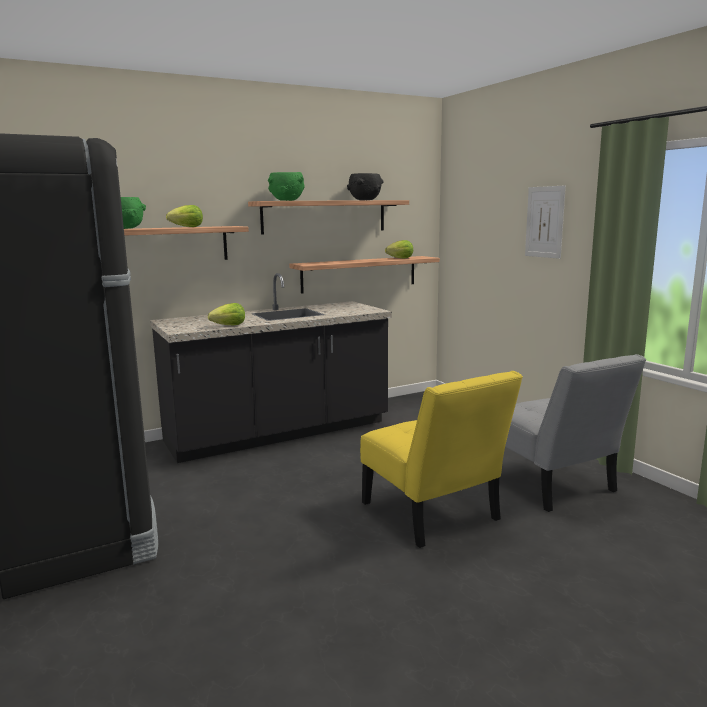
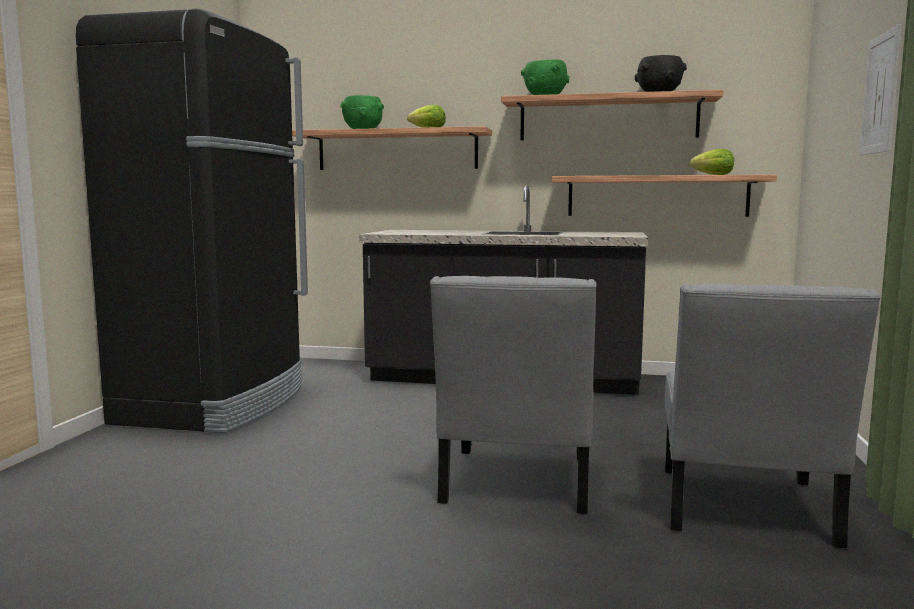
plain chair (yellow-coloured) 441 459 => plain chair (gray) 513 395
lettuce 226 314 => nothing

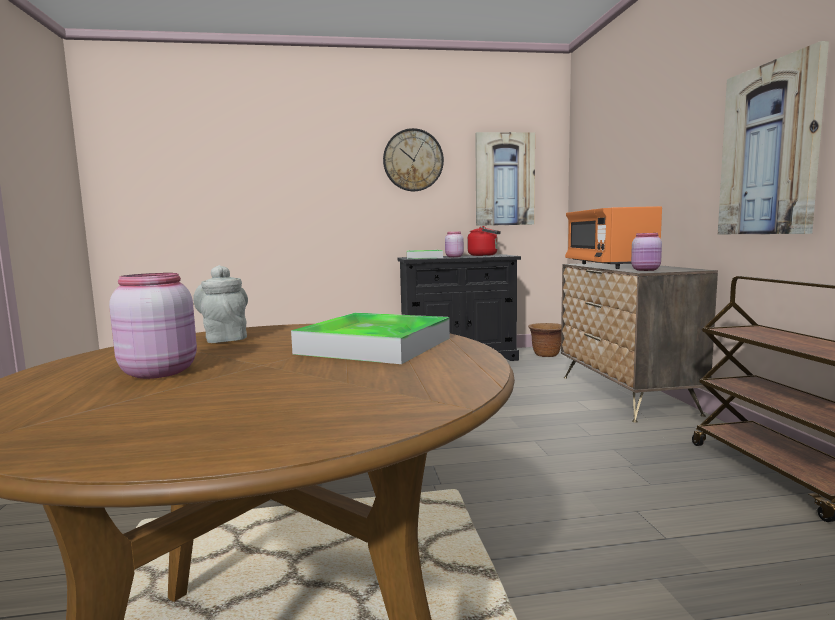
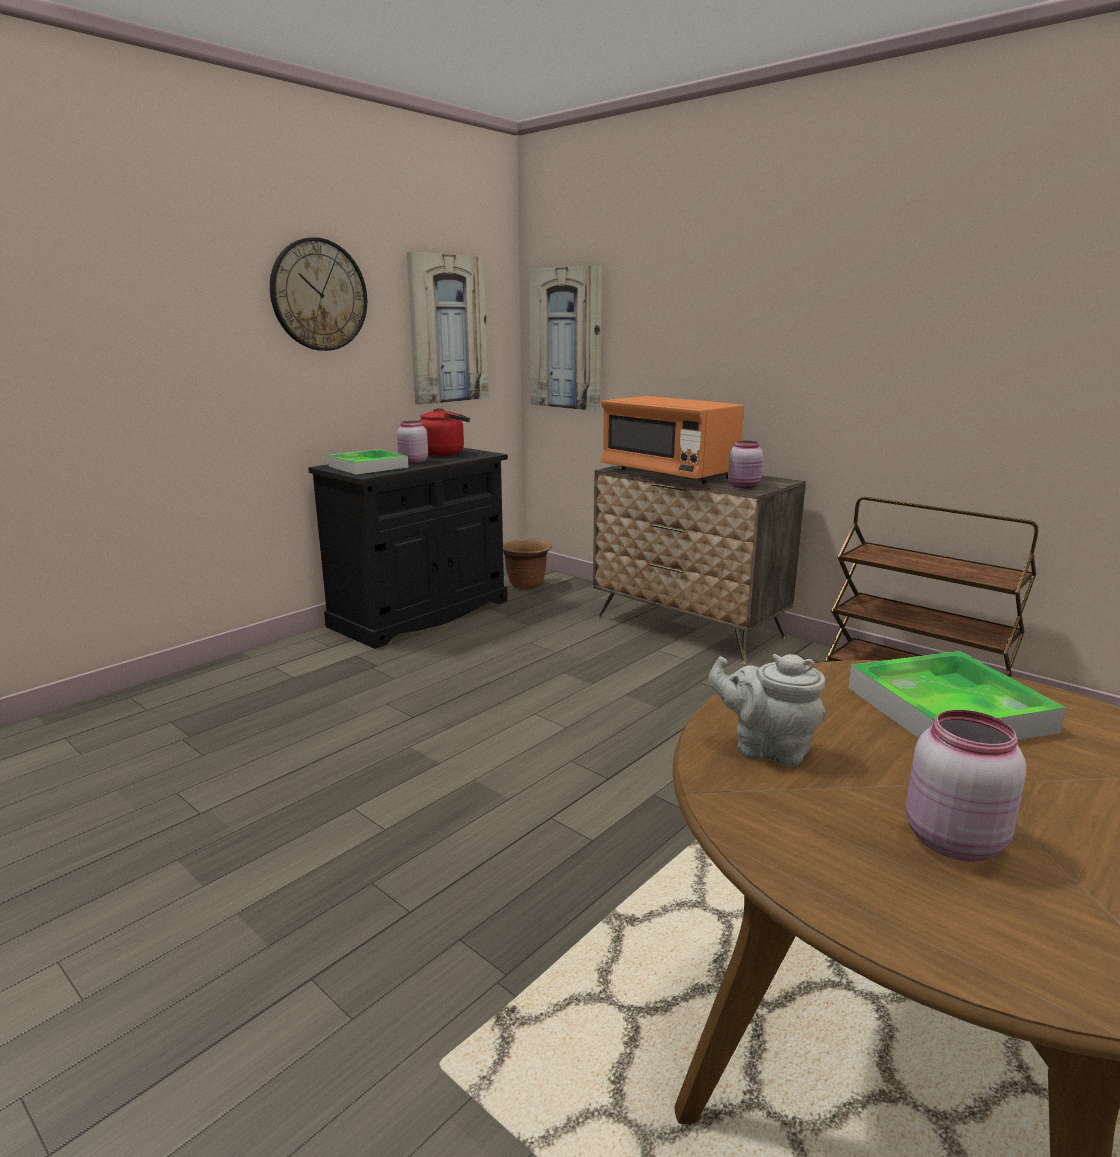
picture 773 137 => picture 565 338, relocated

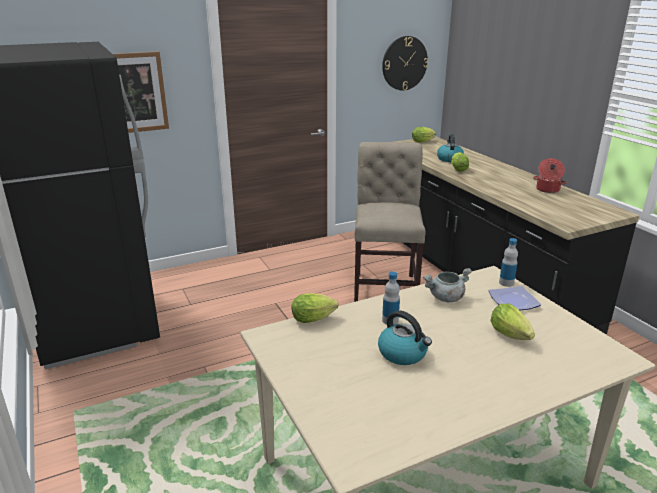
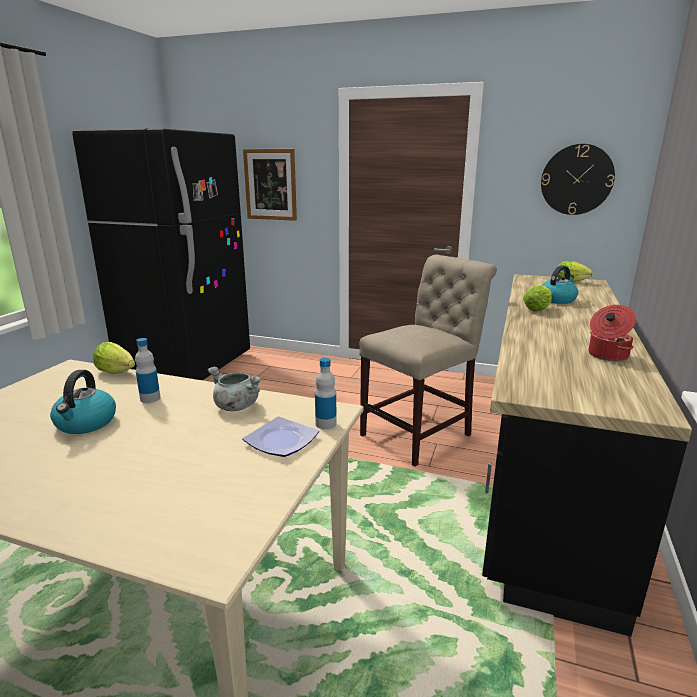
lettuce 512 322 => nothing

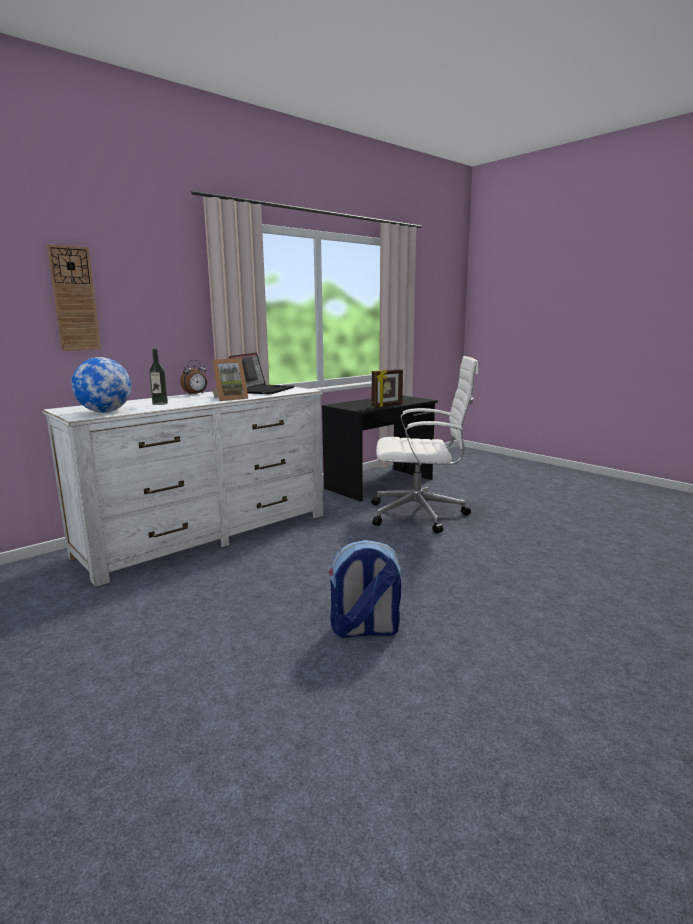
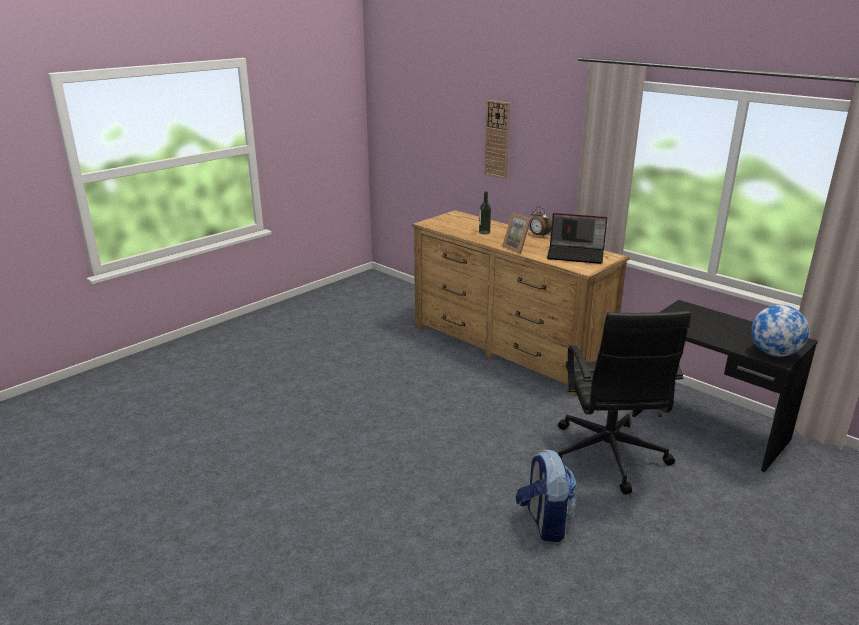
drawer chest (white) 182 485 => drawer chest (brown) 521 303
rucksack 365 589 => rucksack 546 496, relocated
computer chair (white) 425 445 => computer chair (black-coloured) 624 402
globe 101 385 => globe 780 331, relocated
standing frame 387 388 => nothing

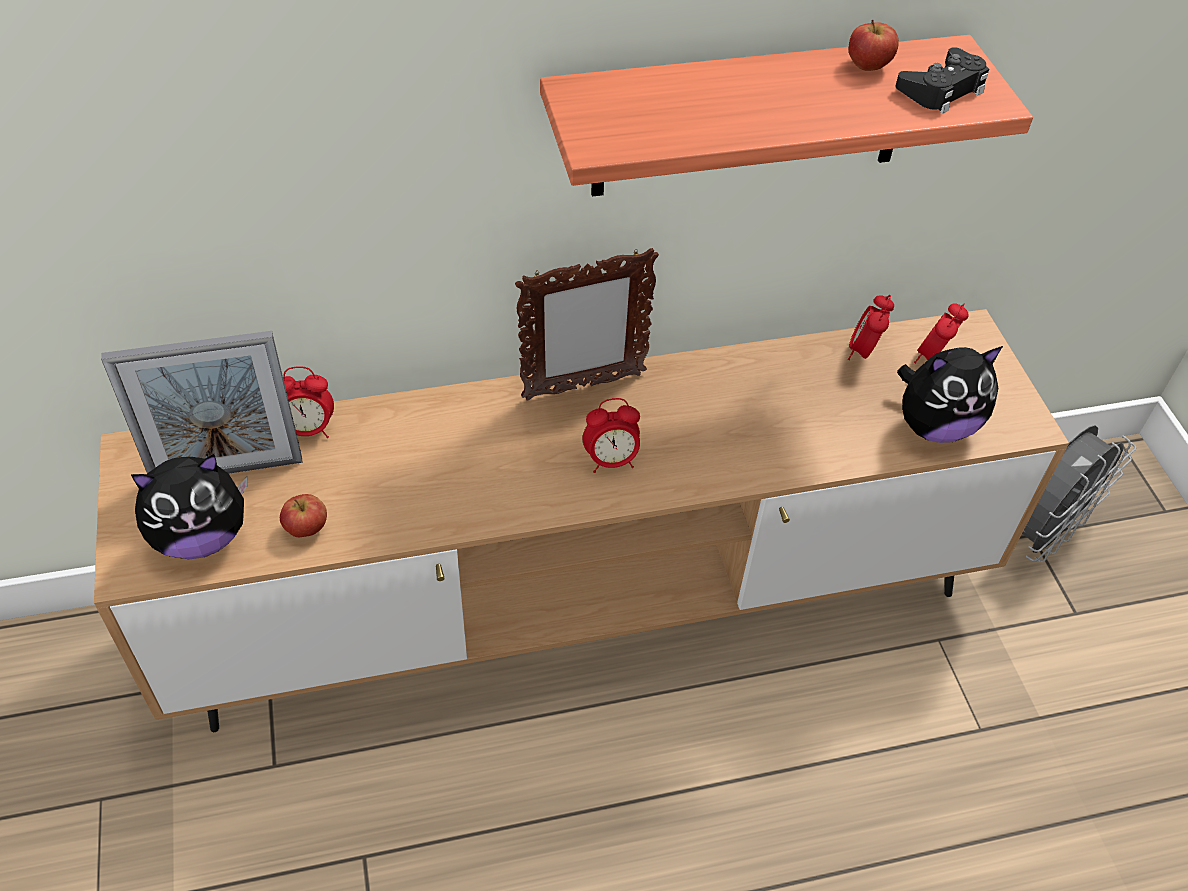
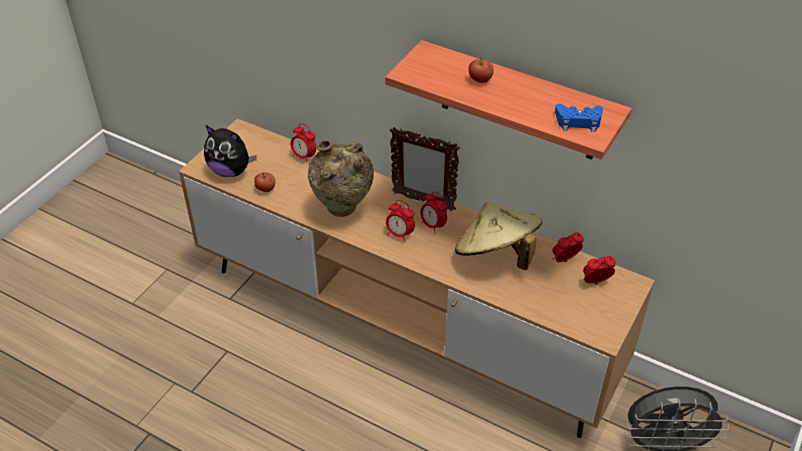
nothing => decorative vase (sand-coloured) 341 178
nothing => alarm clock 434 212
nothing => wearable hat (sand-coloured) 498 236
apple fruit 874 45 => apple fruit 481 70, relocated
game controller (black-coloured) 942 80 => game controller (blue) 579 118
standing frame 202 402 => nothing
plush toy 950 394 => nothing

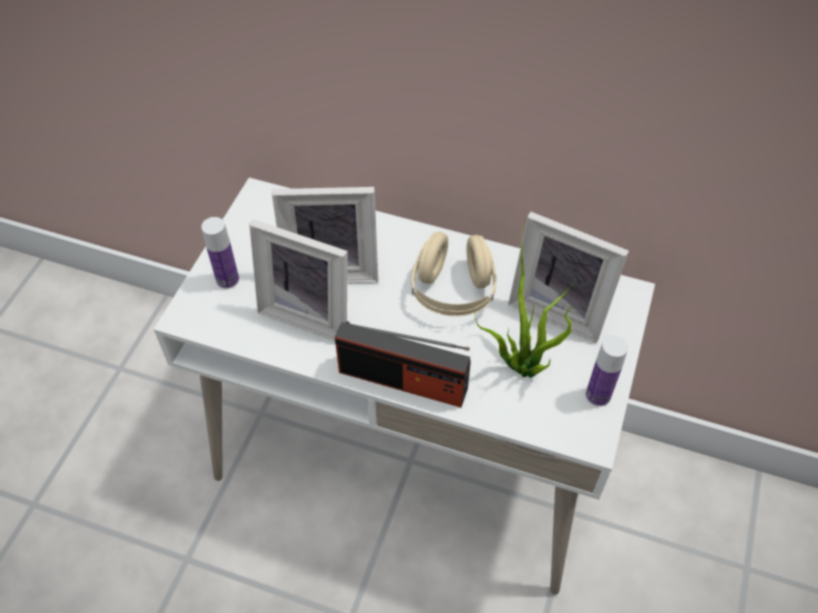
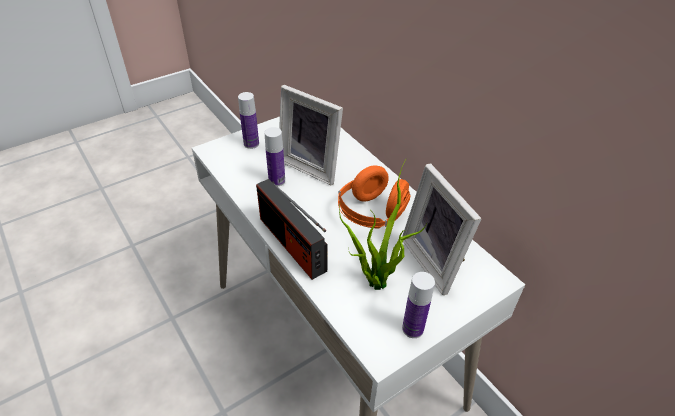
standing frame 298 280 => drink bottle 274 156
headset (sand-coloured) 454 274 => headset (orange-coloured) 374 197

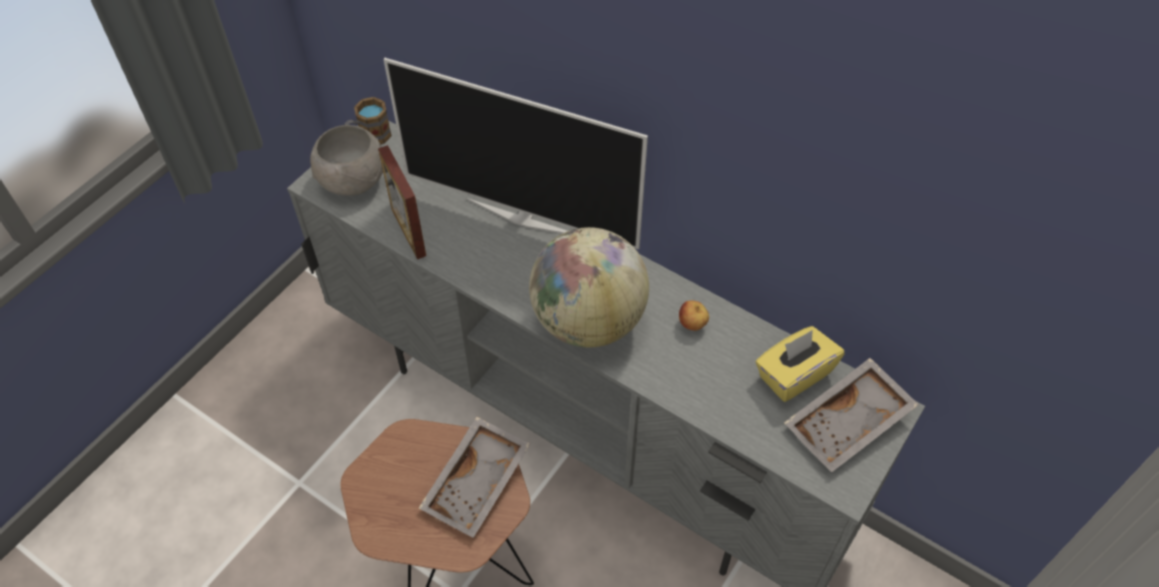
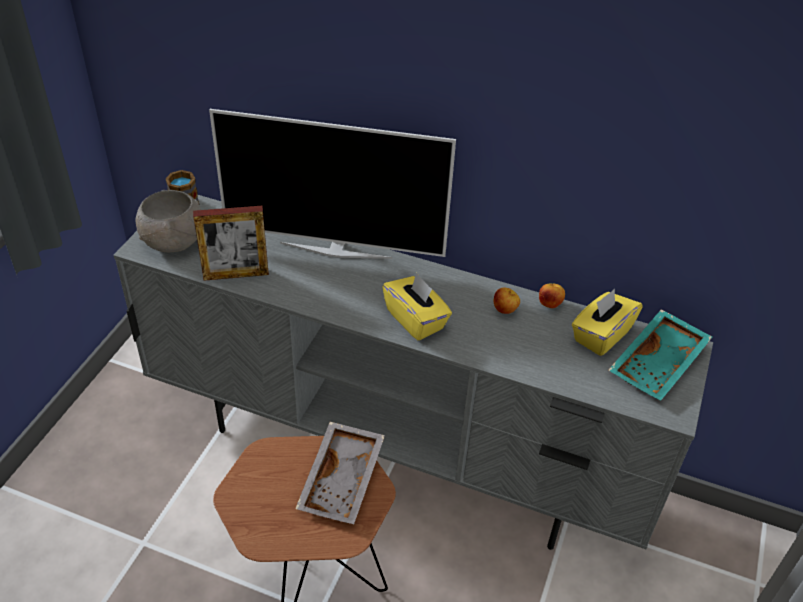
standing frame 402 202 => standing frame 231 243, 60 degrees counterclockwise
globe 589 287 => tissue box (yellow-coloured) 417 307
nothing => apple fruit 552 296
serving tray (gray) 851 415 => serving tray (turquoise) 660 355

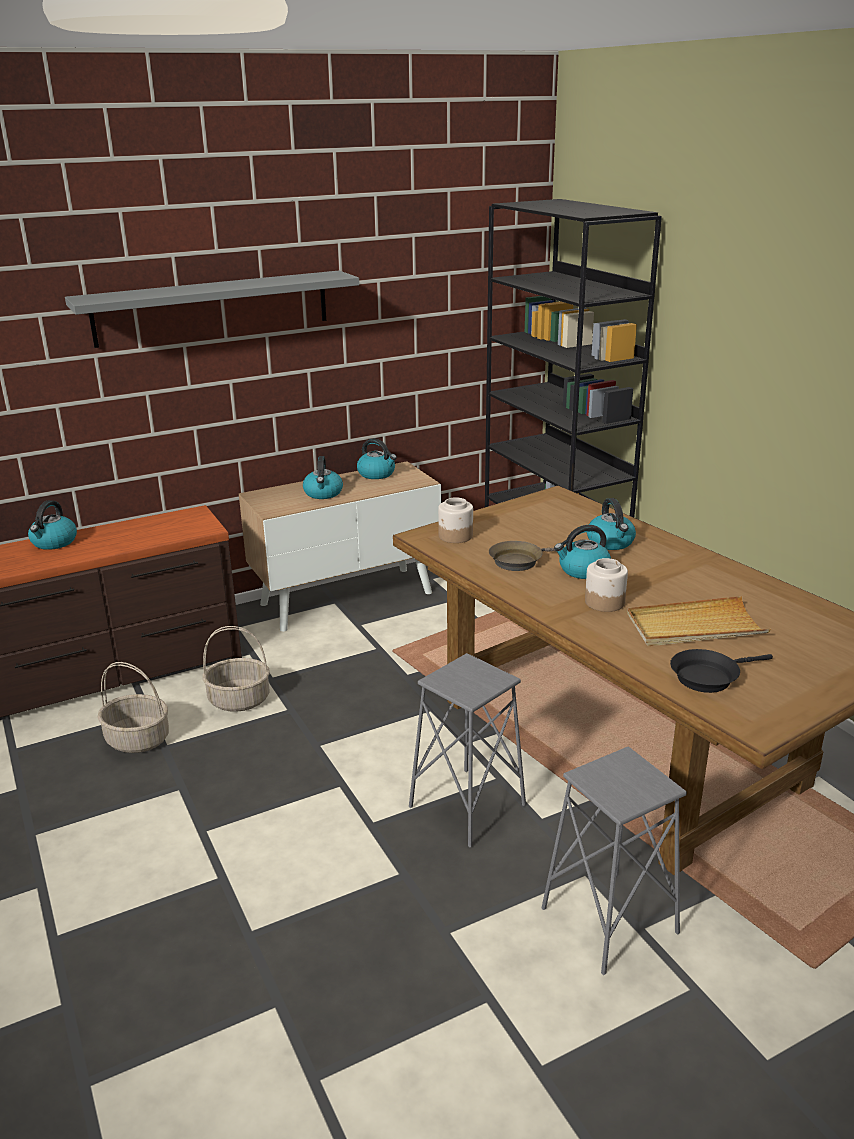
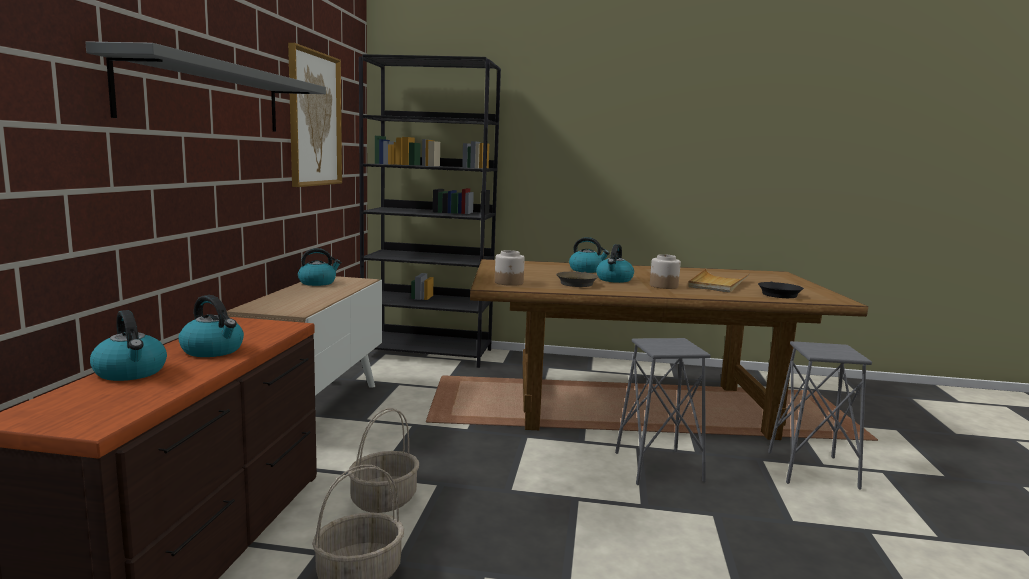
tea kettle 323 477 => tea kettle 211 326, relocated
nothing => picture 315 115

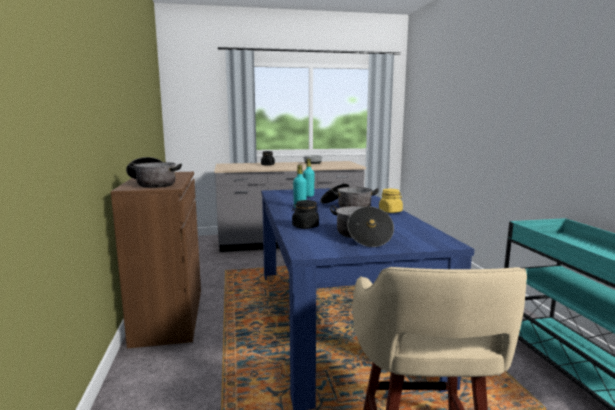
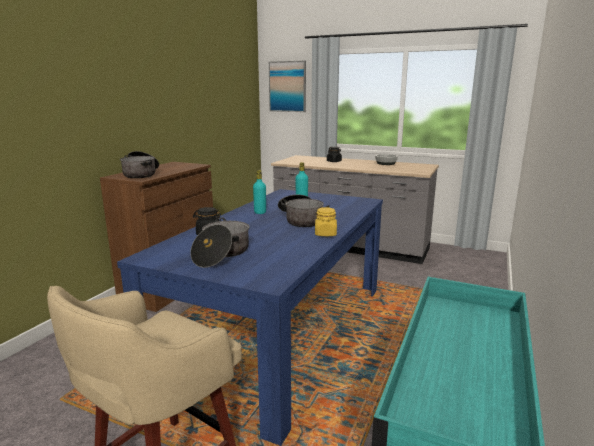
nothing => picture 287 86

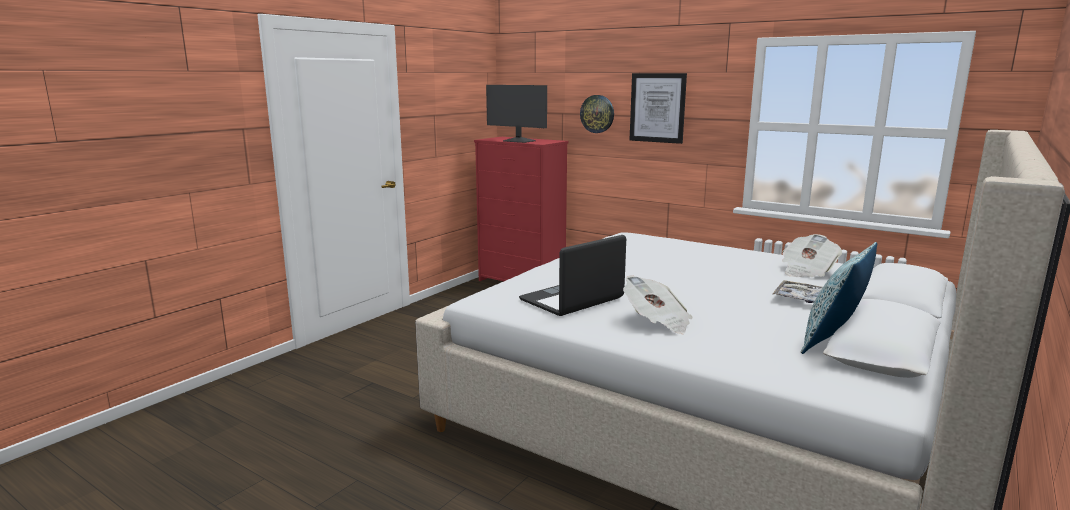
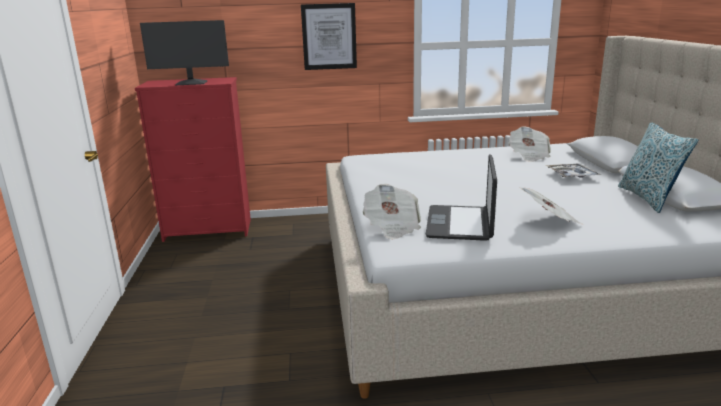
nothing => newspaper 392 212
wall clock 597 114 => nothing

